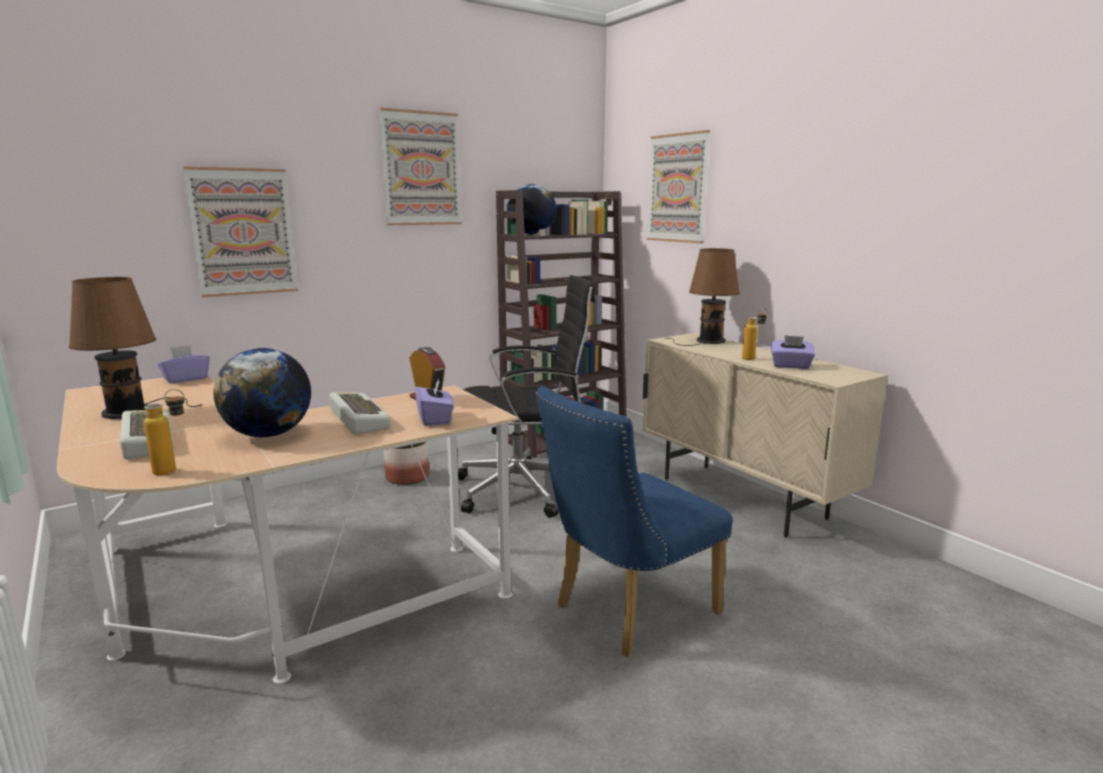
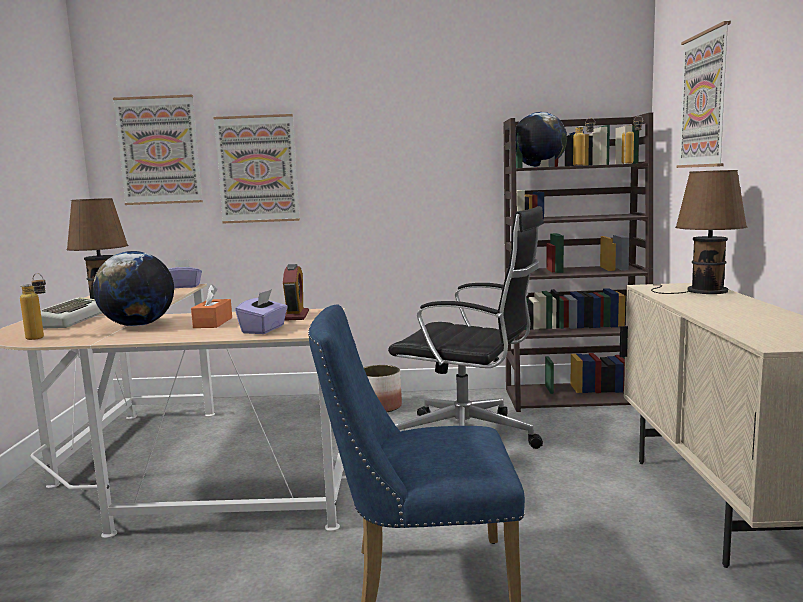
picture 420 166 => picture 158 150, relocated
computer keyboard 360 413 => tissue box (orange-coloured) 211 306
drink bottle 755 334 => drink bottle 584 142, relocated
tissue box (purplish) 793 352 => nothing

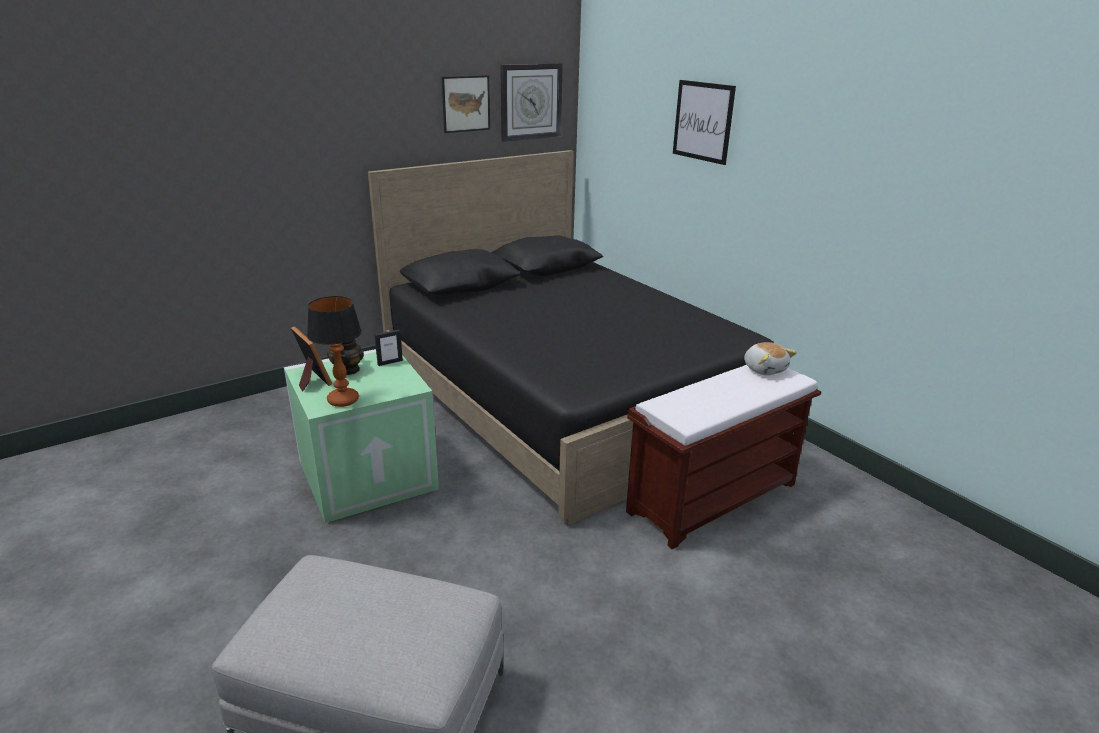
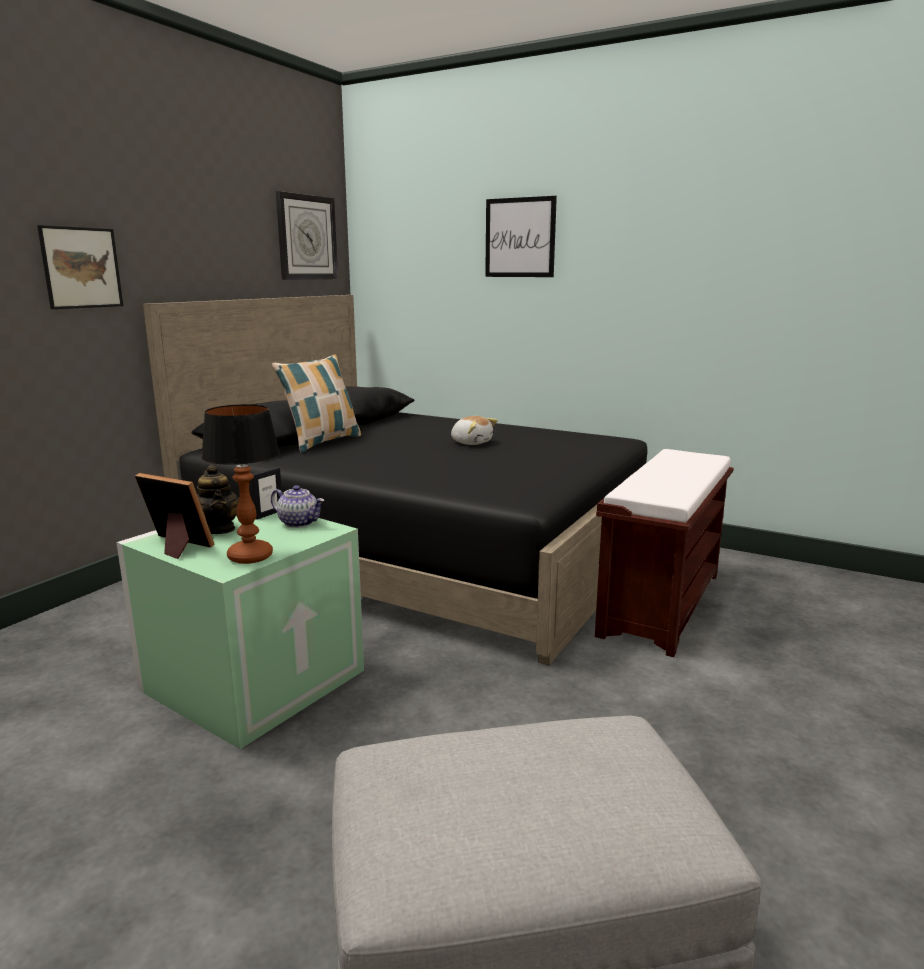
picture 466 104 => picture 80 267, relocated
nothing => pot for tea 297 506
nothing => cushion 316 403
plush toy 770 358 => plush toy 474 430, relocated

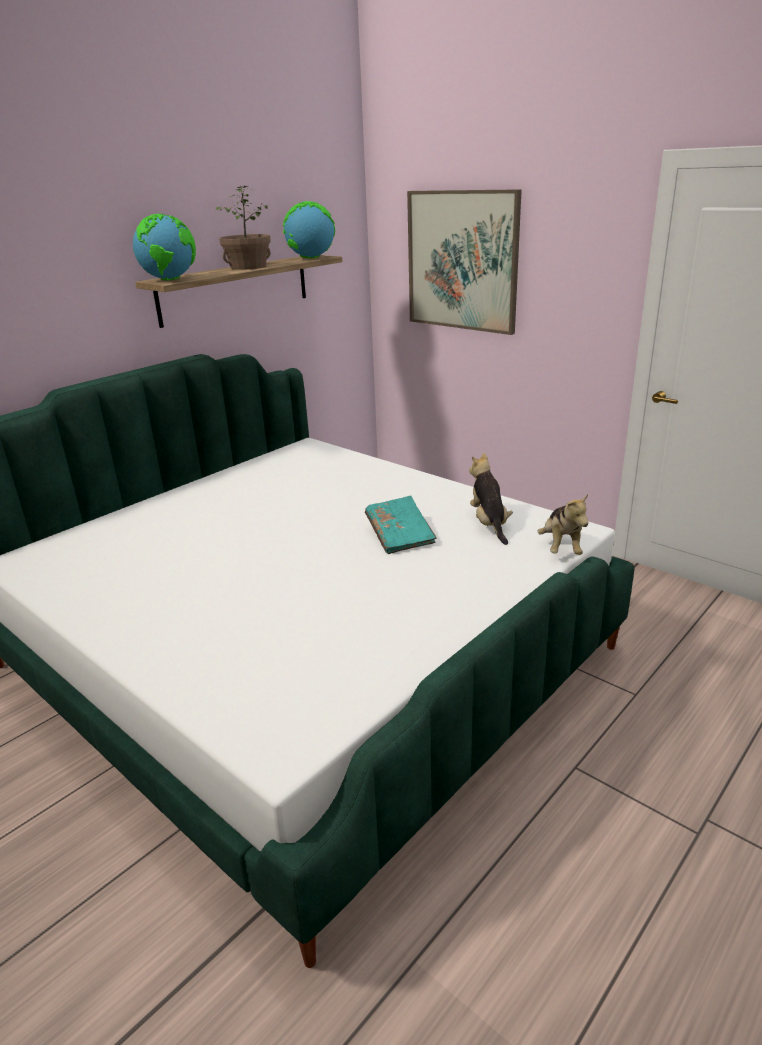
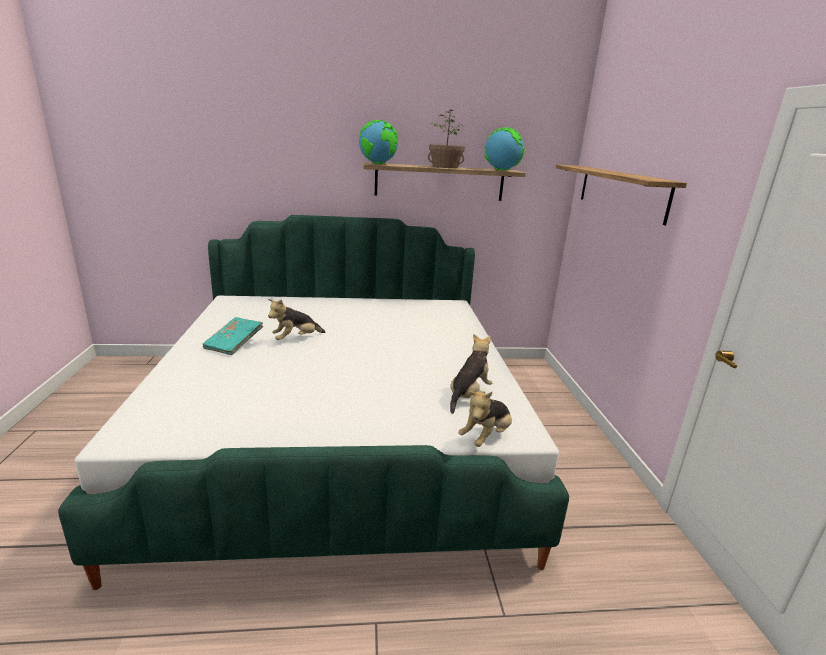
bound book (turquoise) 401 525 => bound book (turquoise) 233 336, relocated
nothing => plush toy 296 319
picture 464 262 => shelf 621 195

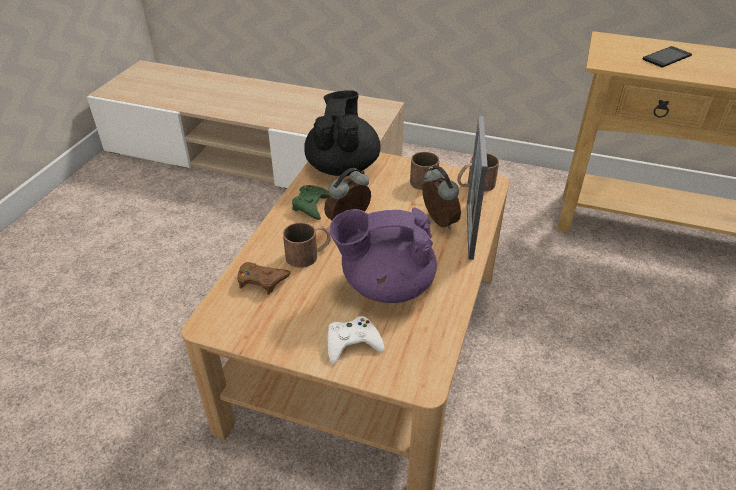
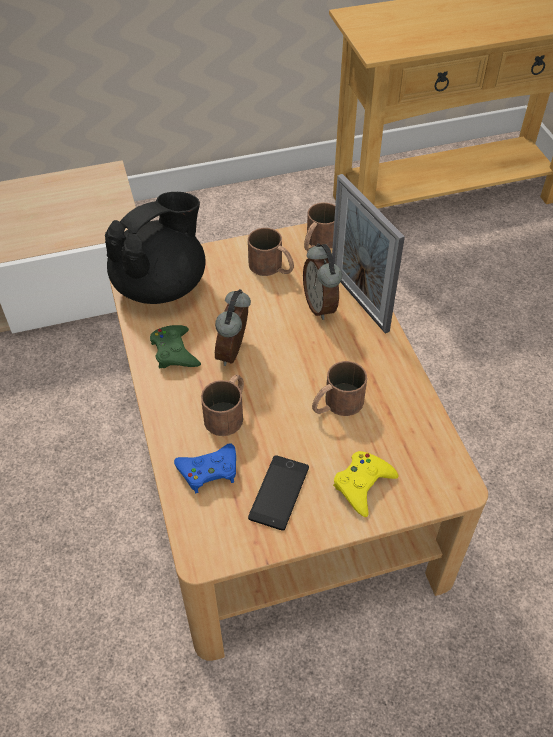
pot for tea (black-coloured) 342 133 => pot for tea (black-coloured) 155 248, 75 degrees clockwise
game controller (brown) 264 278 => game controller (blue) 205 468
phone 667 56 => phone 278 493, relocated
alarm clock 441 198 => alarm clock 322 281, 135 degrees counterclockwise
pot for tea (purplish) 383 255 => tea mug (brown) 339 388
game controller (white) 355 340 => game controller (yellow-coloured) 365 484

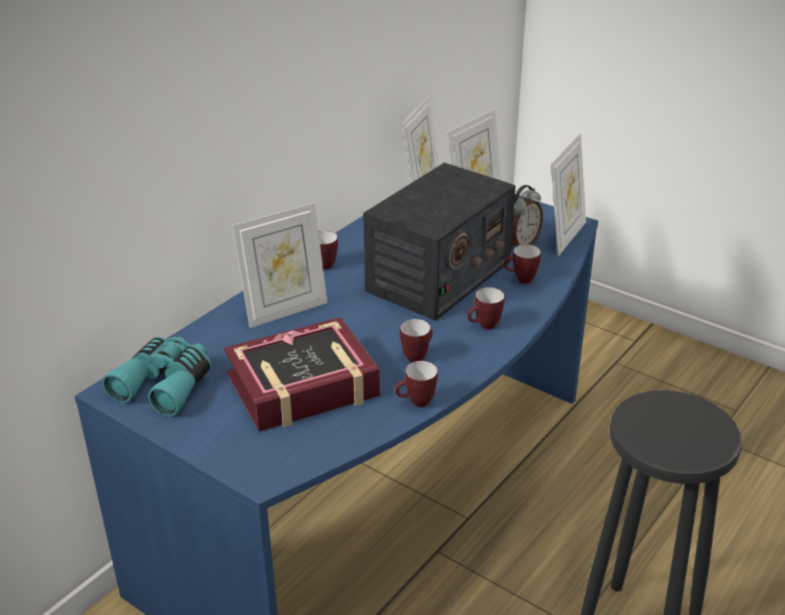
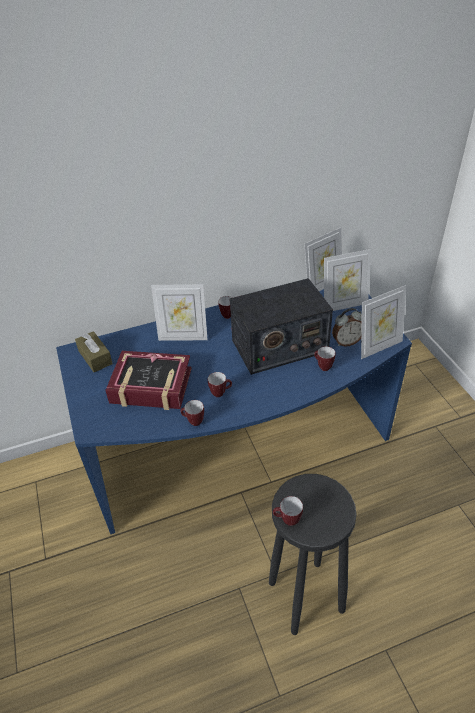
field glasses (turquoise) 156 376 => tissue box (brown) 94 351
tea mug 486 308 => tea mug 288 511, relocated

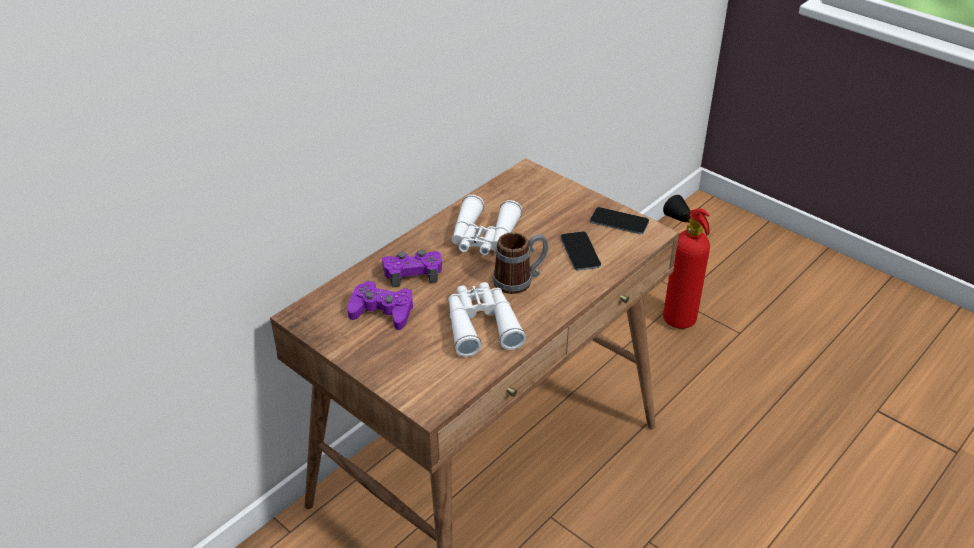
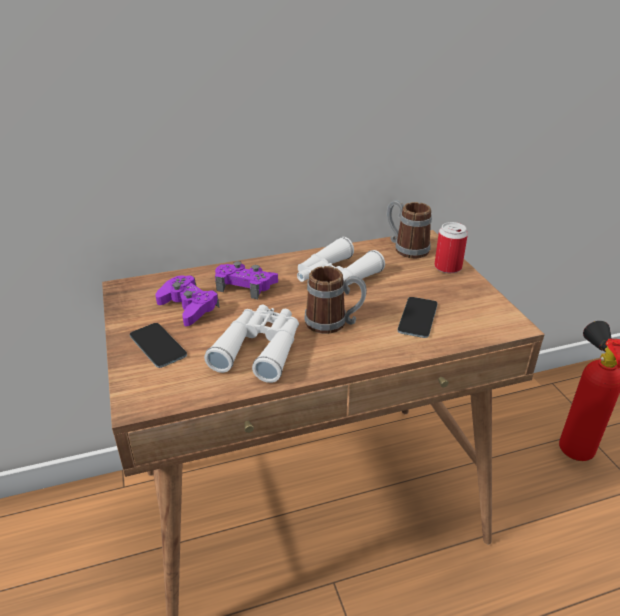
phone 619 220 => phone 158 345, relocated
nothing => tea mug 409 229
nothing => sealed can 451 247

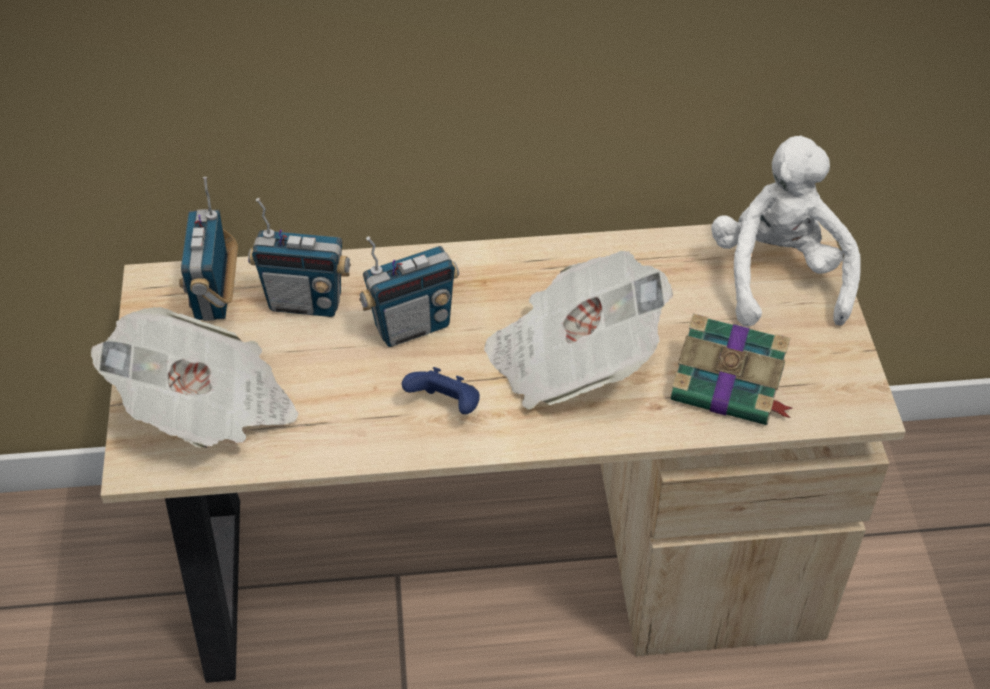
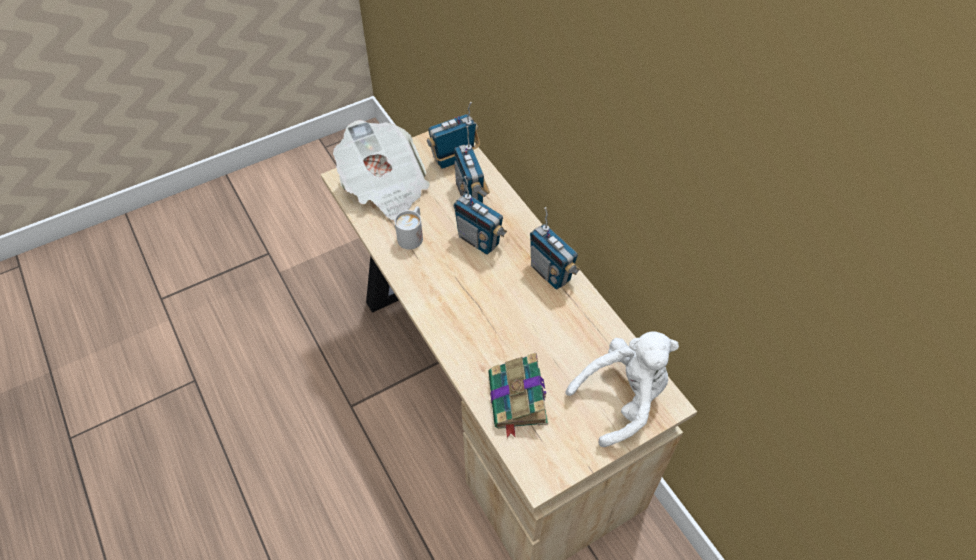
nothing => tea mug (white) 409 228
nothing => radio 555 248
game controller (blue) 441 390 => nothing
newspaper 578 330 => nothing

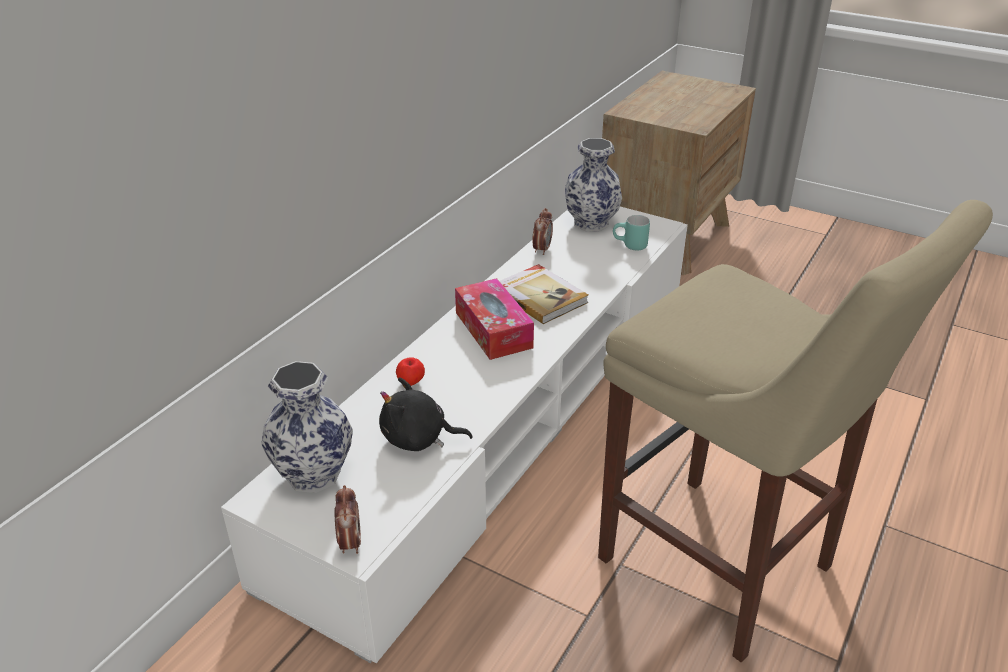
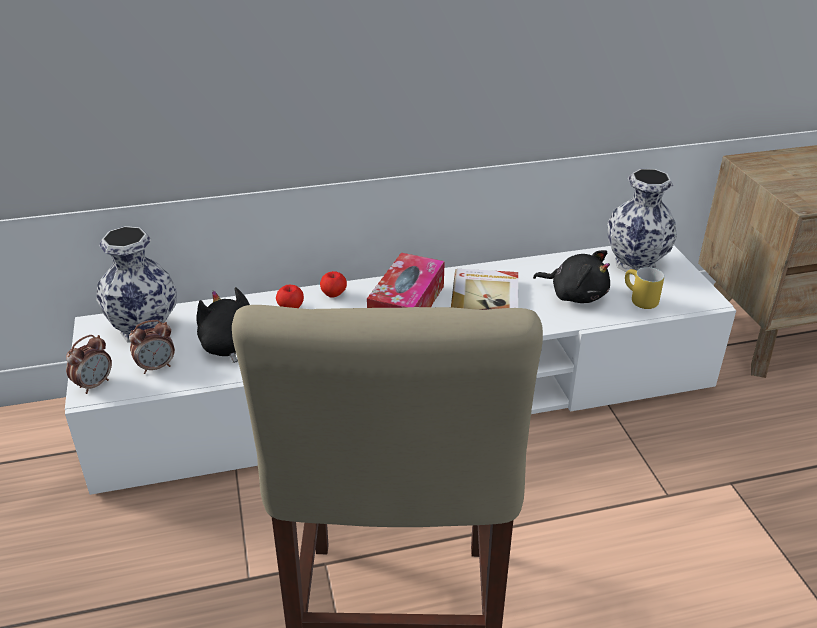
alarm clock 542 231 => alarm clock 152 347, relocated
nothing => apple fruit 333 284
nothing => plush toy (black-coloured) 571 276
tea mug (turquoise) 631 232 => tea mug (yellow-coloured) 644 288

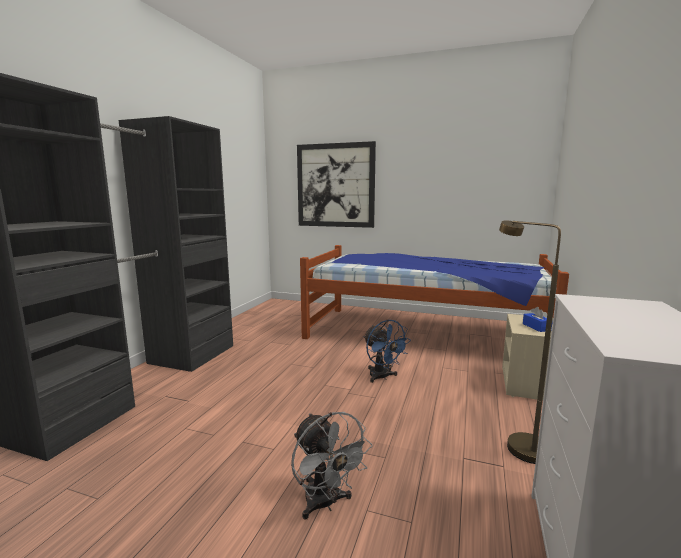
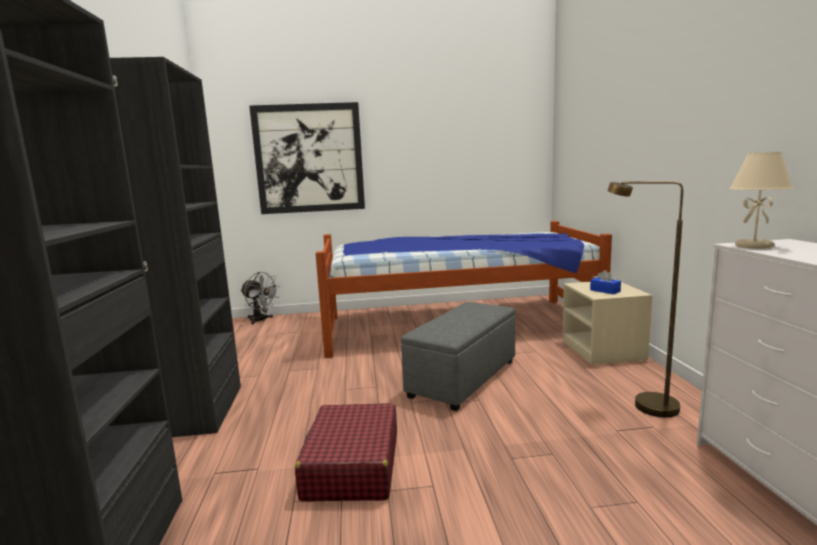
electric fan (gray) 332 466 => electric fan (gray) 260 298, relocated
nothing => piece of luggage (red-coloured) 346 452
electric fan (blue) 387 351 => ottoman (gray) 458 356
nothing => table lamp (sand-coloured) 761 200

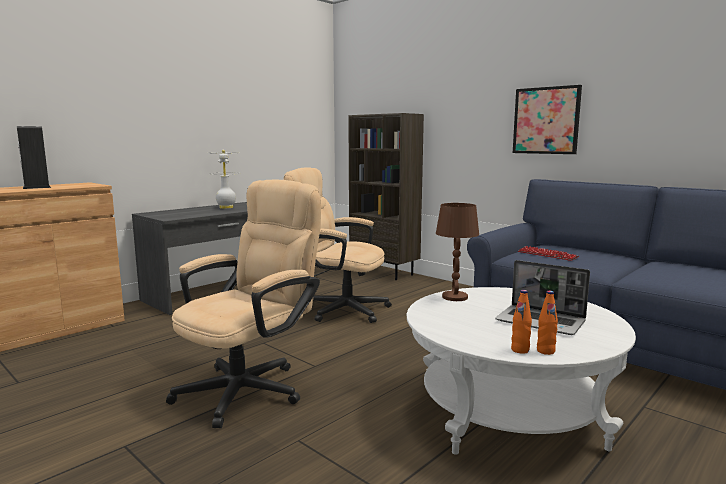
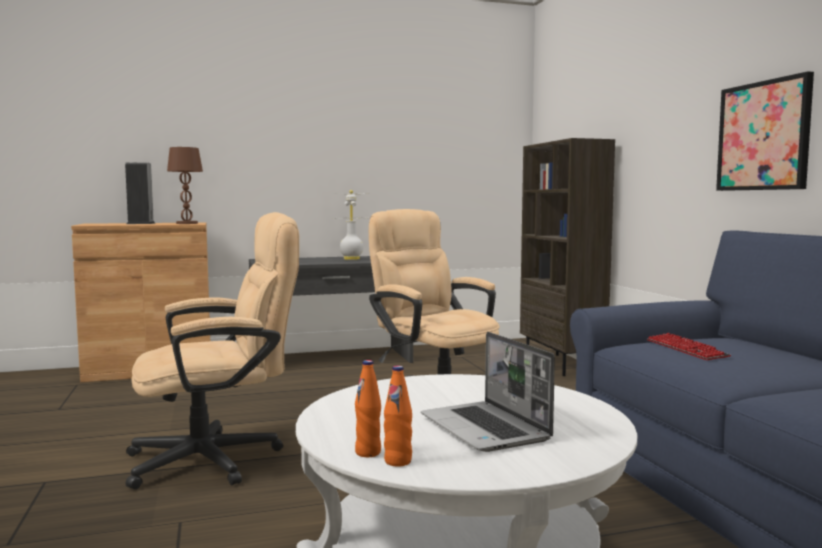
table lamp (brown) 457 252 => table lamp (brown) 185 185, relocated

